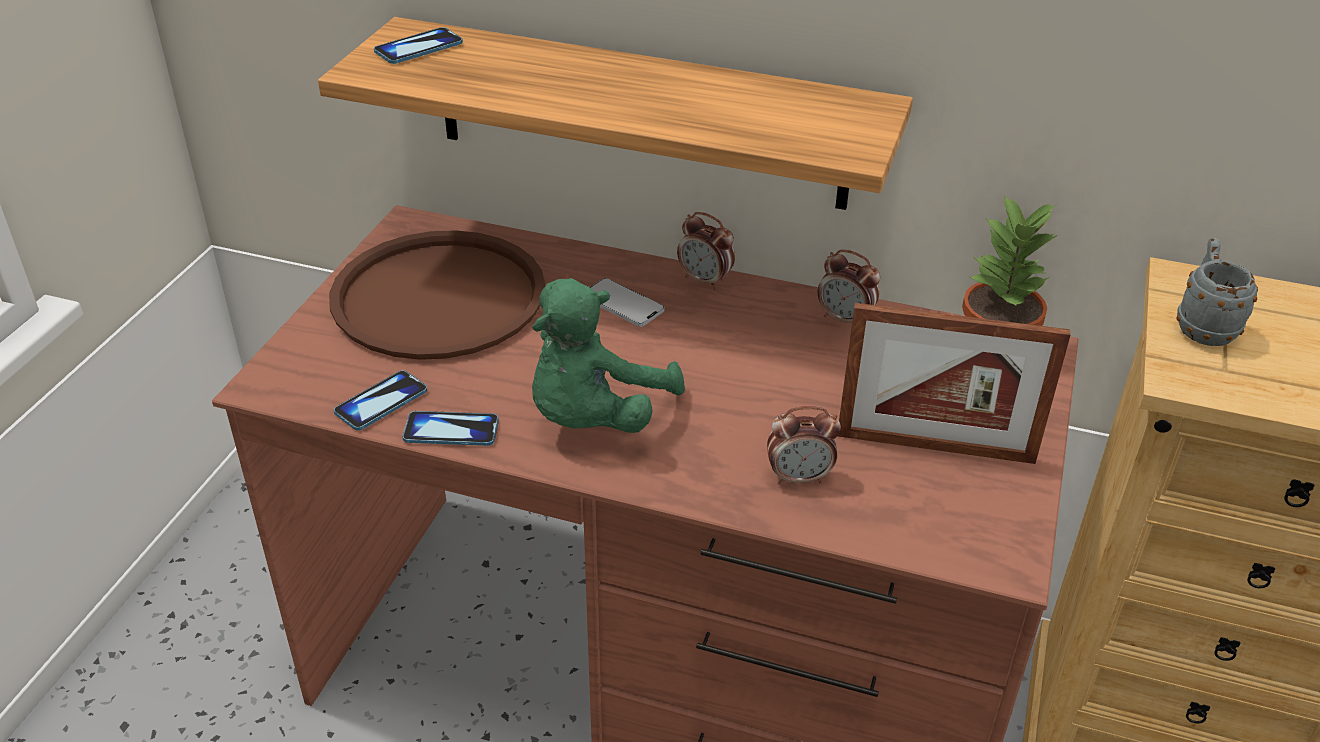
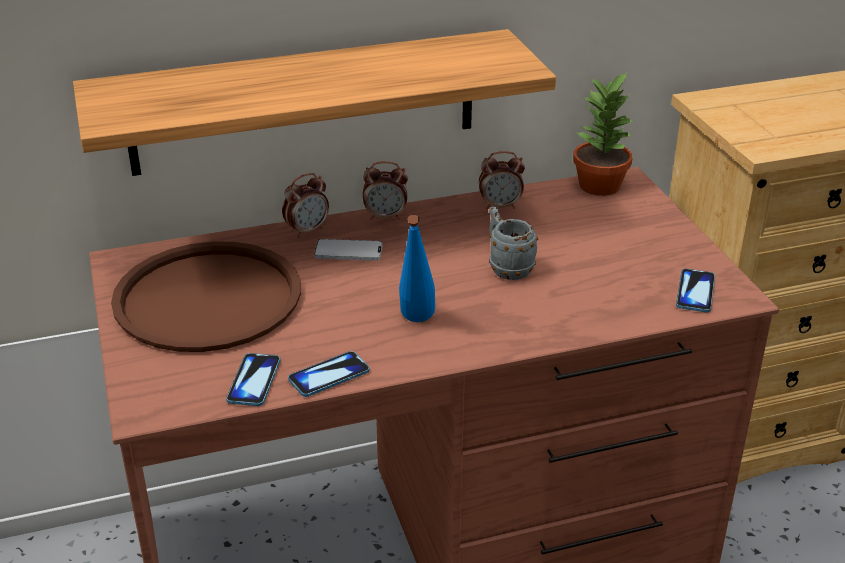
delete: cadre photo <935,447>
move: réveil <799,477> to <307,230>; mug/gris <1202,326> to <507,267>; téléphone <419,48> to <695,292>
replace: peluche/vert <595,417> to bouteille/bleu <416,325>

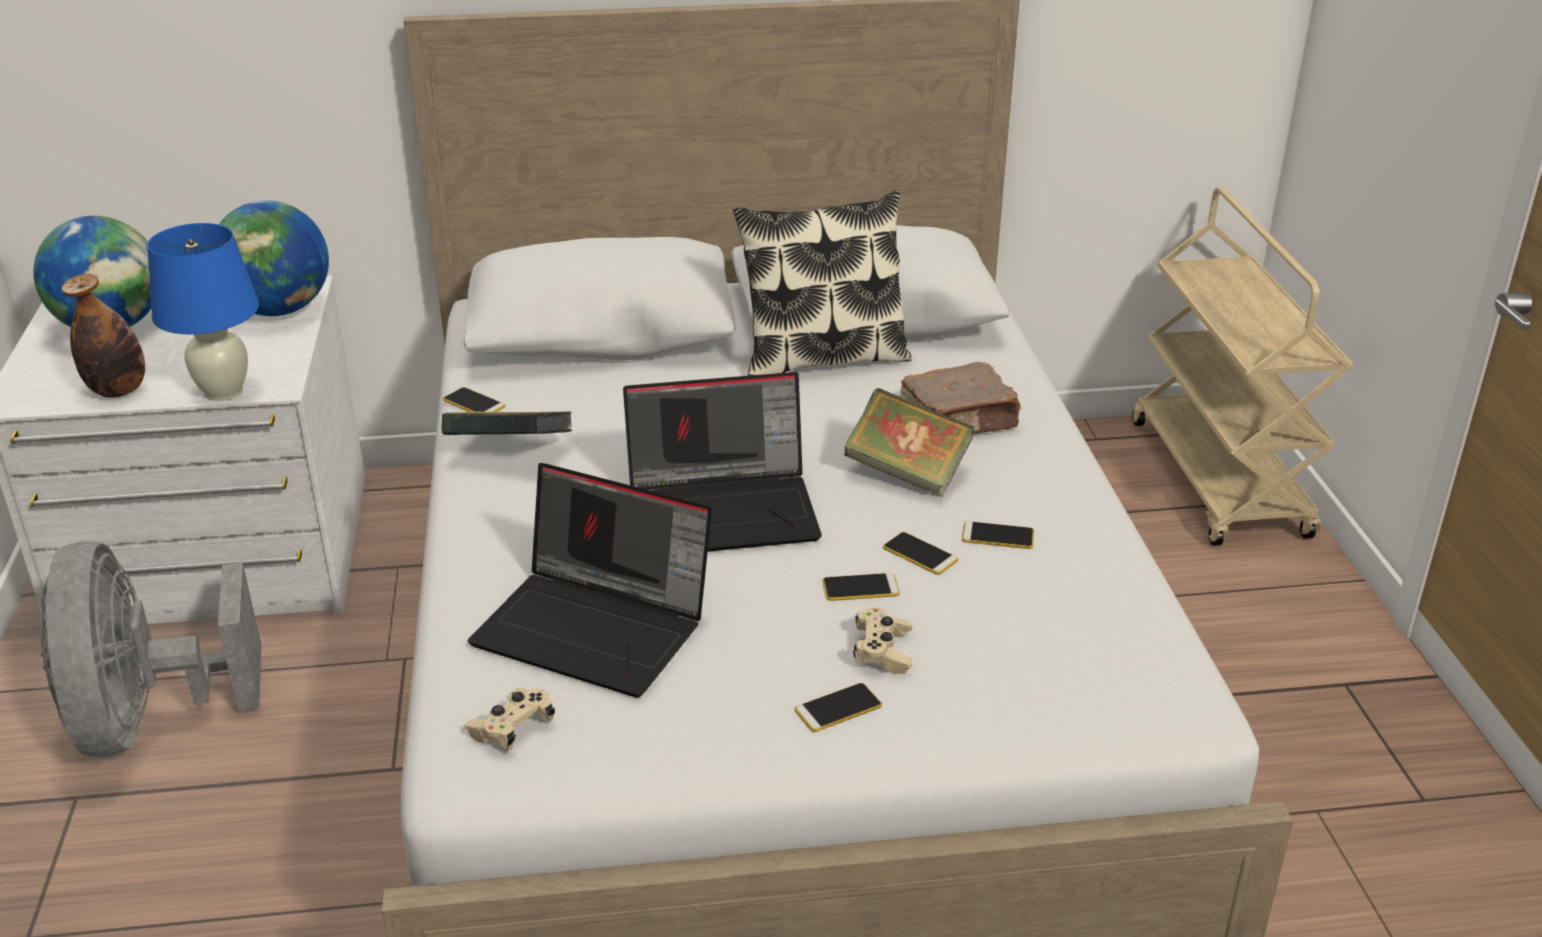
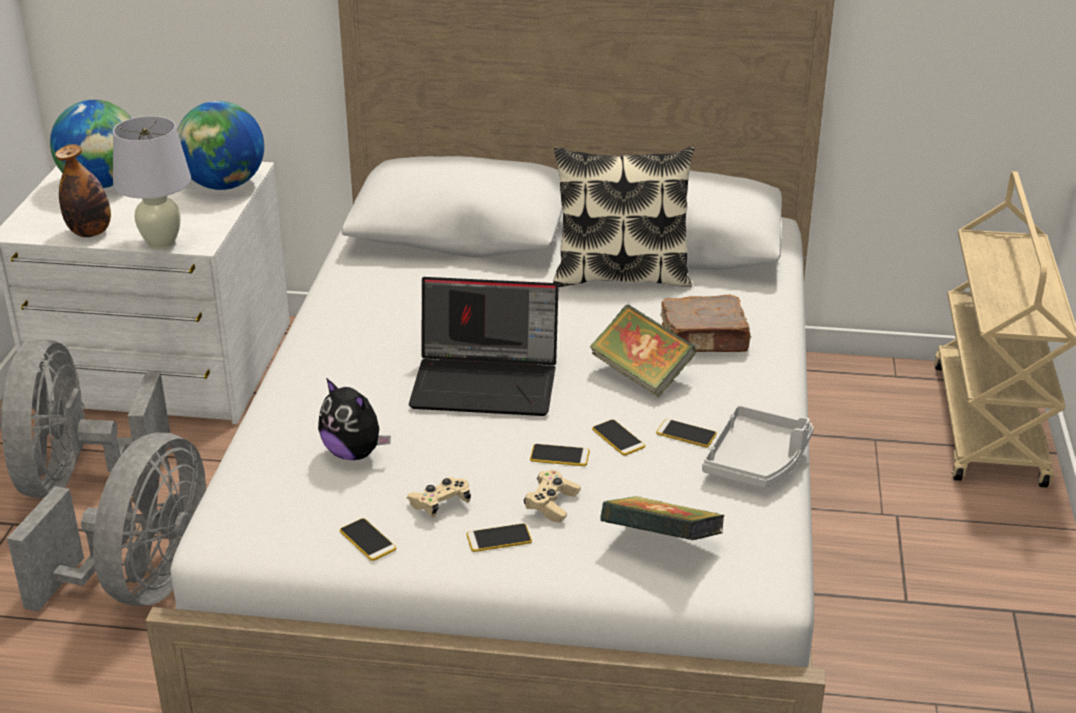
insert: ventilateur/gris <140,585>; plateau/gris <757,461>
move: téléphone <474,403> to <367,540>; manette/beige <513,729> to <440,504>; livre <510,453> to <661,544>
replace: ordinateur portable <597,627> to peluche <354,453>
recolor: lampe de table/bleu <223,391> to lampe de table/blanc <161,243>

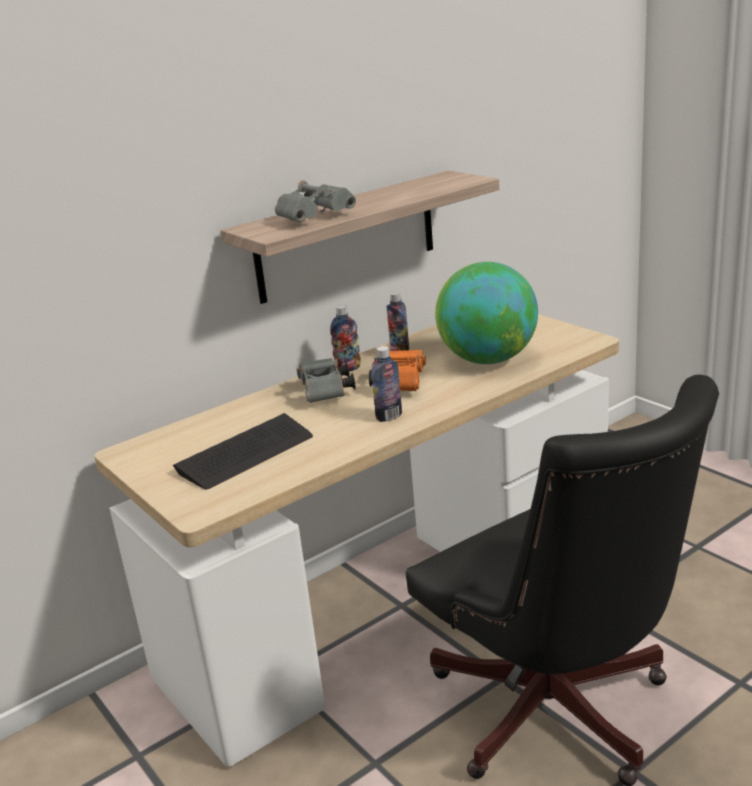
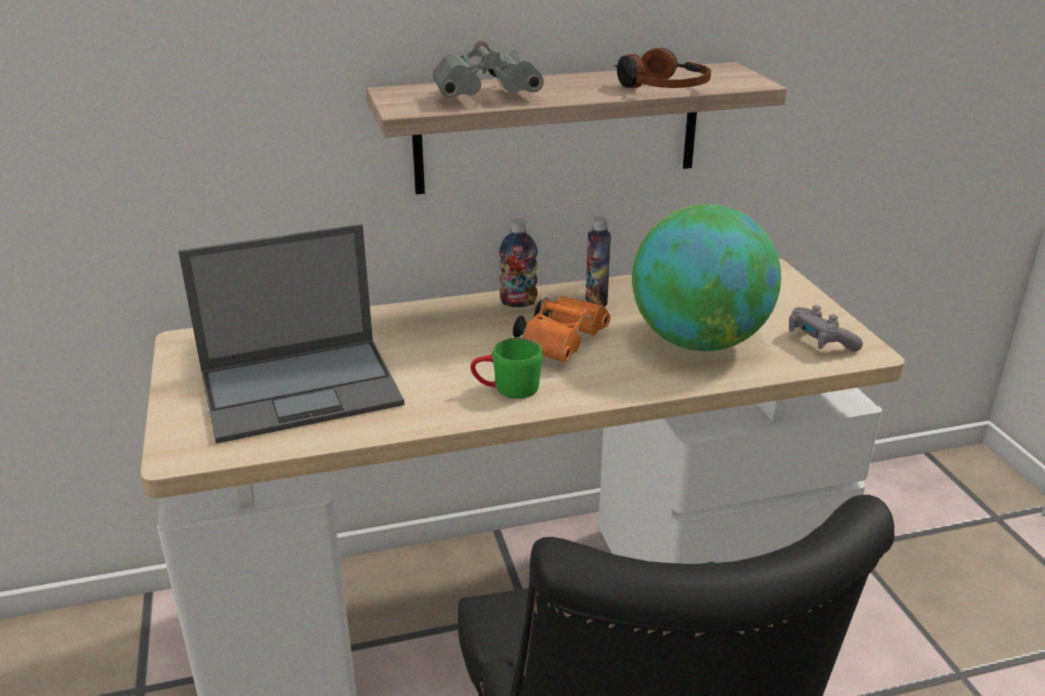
delete: jumelles/gris <326,393>
insert: casque audio <660,88>; manette/gris <819,341>
replace: clavier <246,454> to ordinateur portable <303,388>; bouteille <389,416> to mug/vert <506,389>

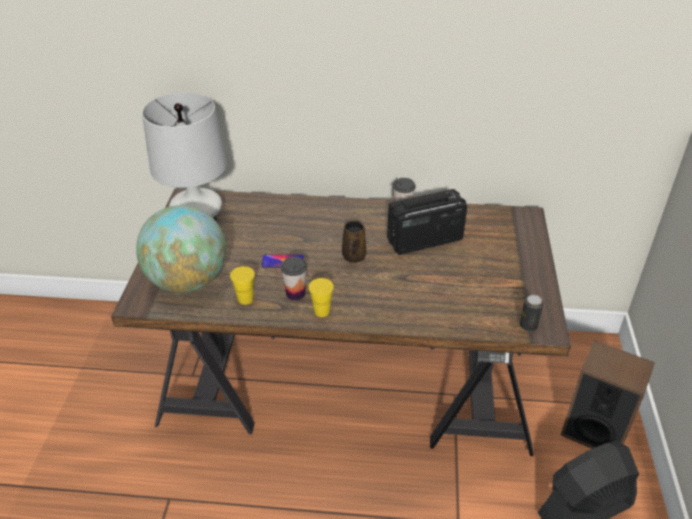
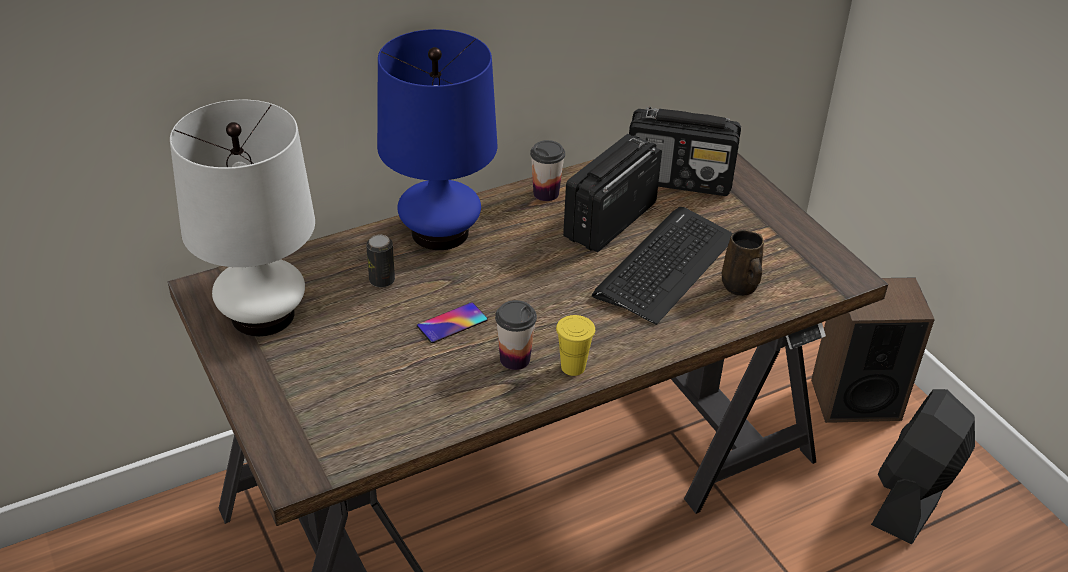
delete: globe <188,281>; tasse/jaune <245,299>
insert: lampe de table/bleu <440,232>; clavier <665,265>; radio <680,180>
move: boîte métallique <528,325> to <382,280>; mug/marron <353,257> to <740,287>

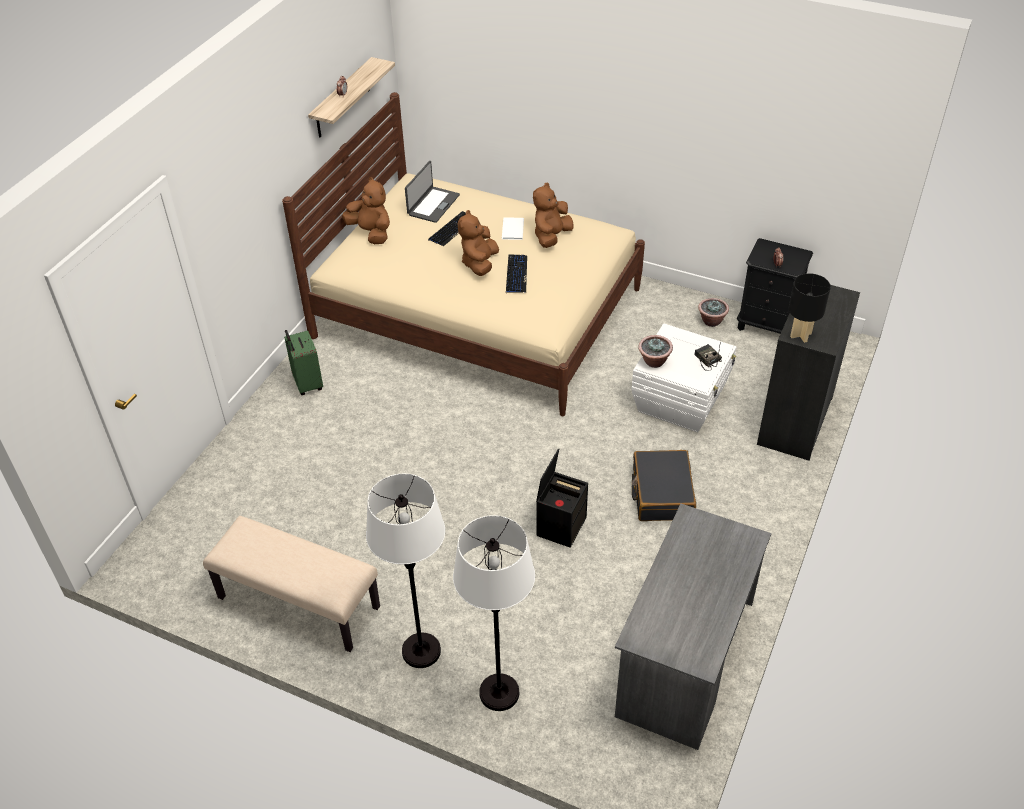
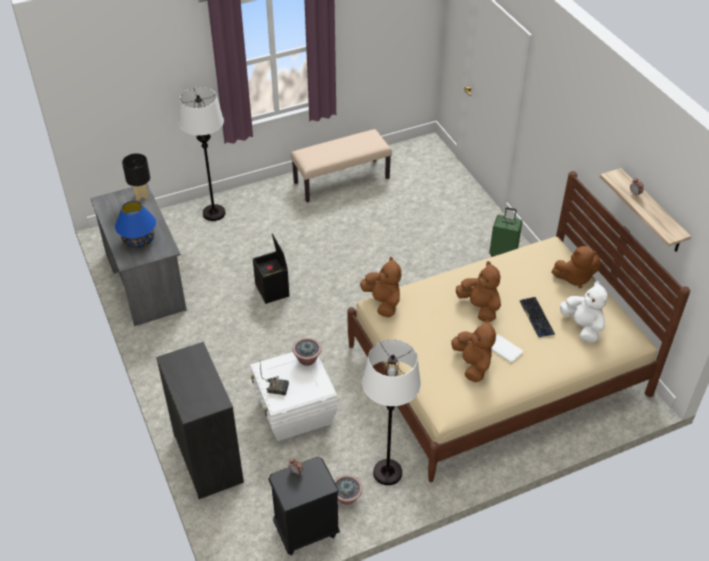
delete: clavier <516,274>; valise/noir <661,493>
insert: lampe de table/bleu <138,240>; peluche/marron <383,302>
move: lampe de table/noir <801,335> to <141,196>; lampadaire/blanc <421,651> to <387,472>
replace: ordinateur portable <433,205> to peluche/blanc <582,326>

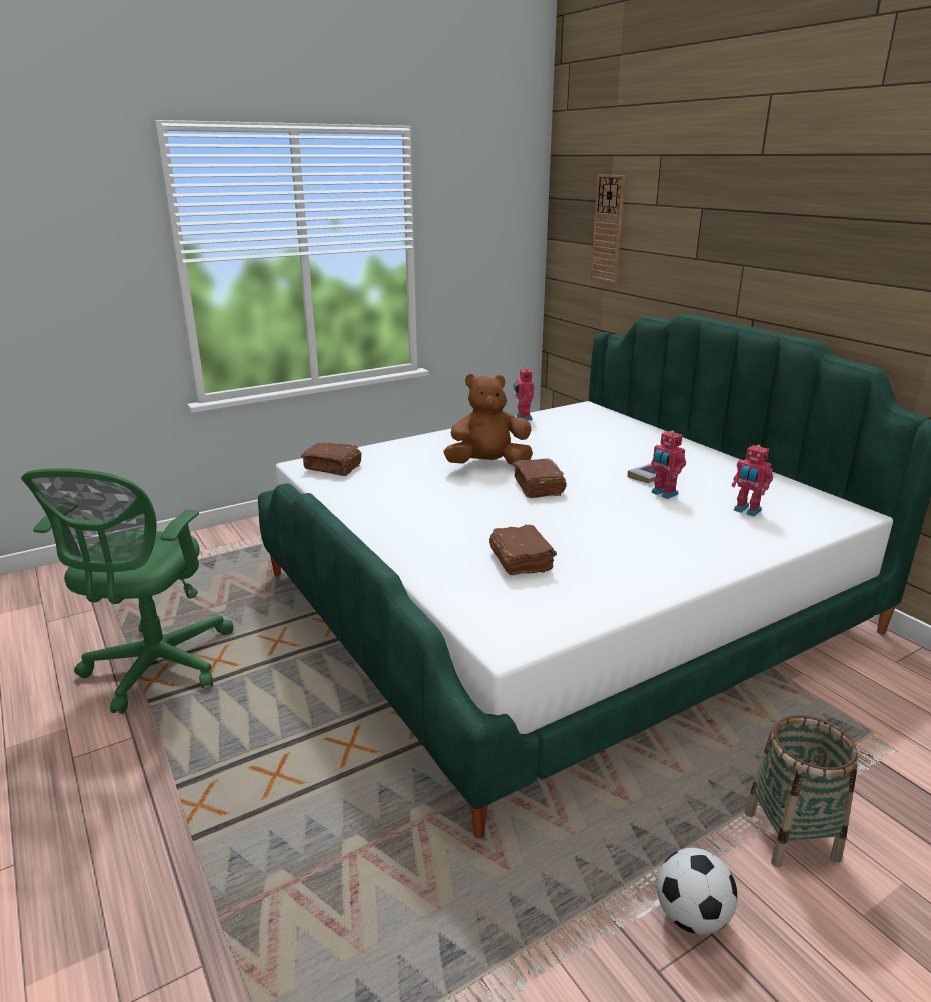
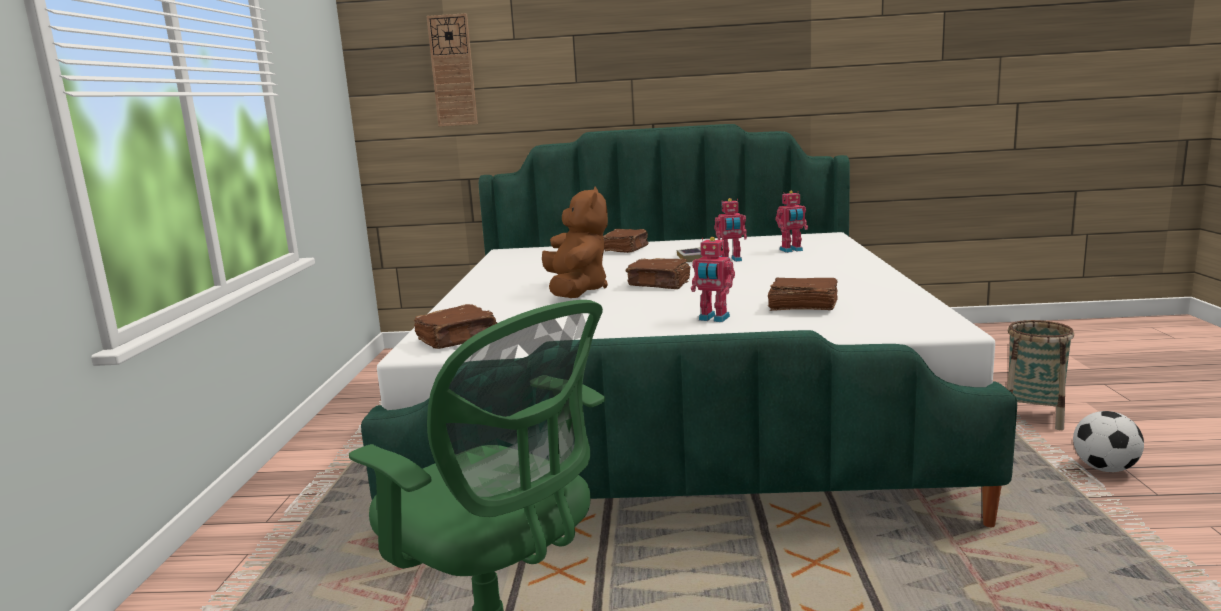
insert: livre/marron <626,250>
move: robot jouet <523,418> to <713,319>
rotate: peluche/marron <488,465> = <576,290> 150 degrees clockwise

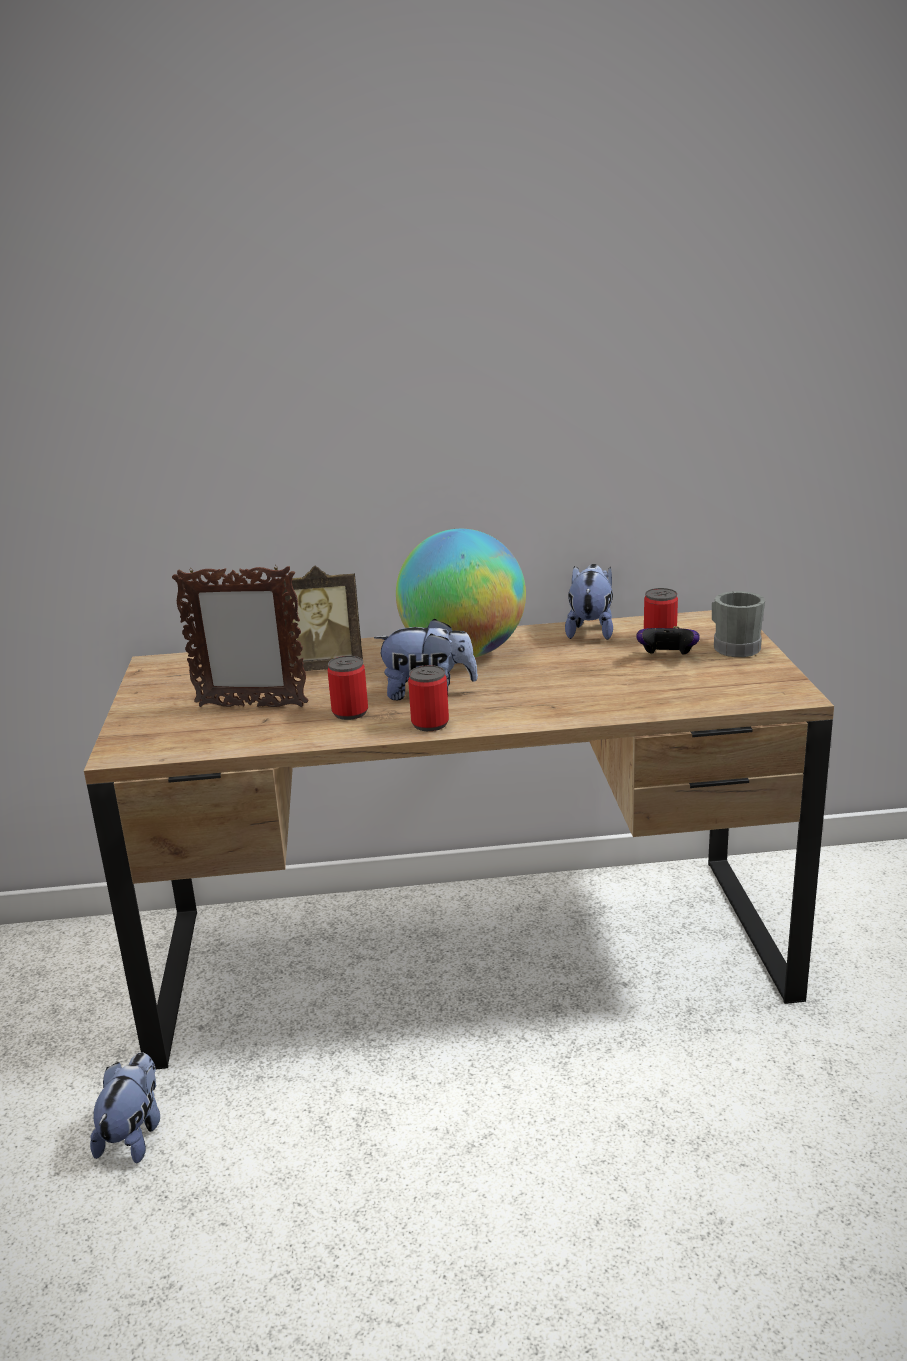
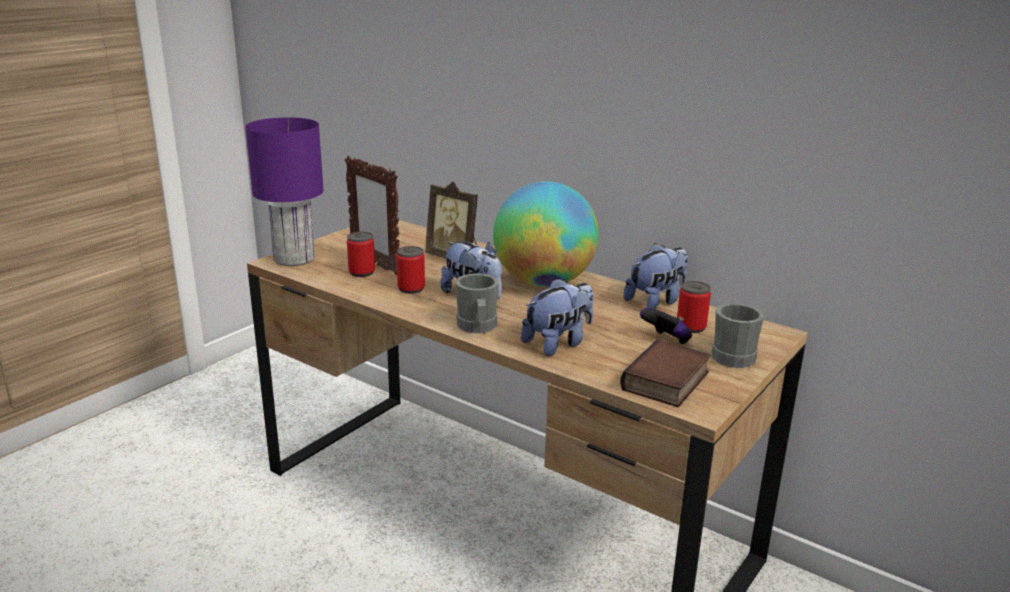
insert: lampe de table/violet <295,258>; mug/gris <477,327>; livre <667,382>
move: boîte métallique <430,724> to <362,272>; peluche <134,1134> to <558,343>

